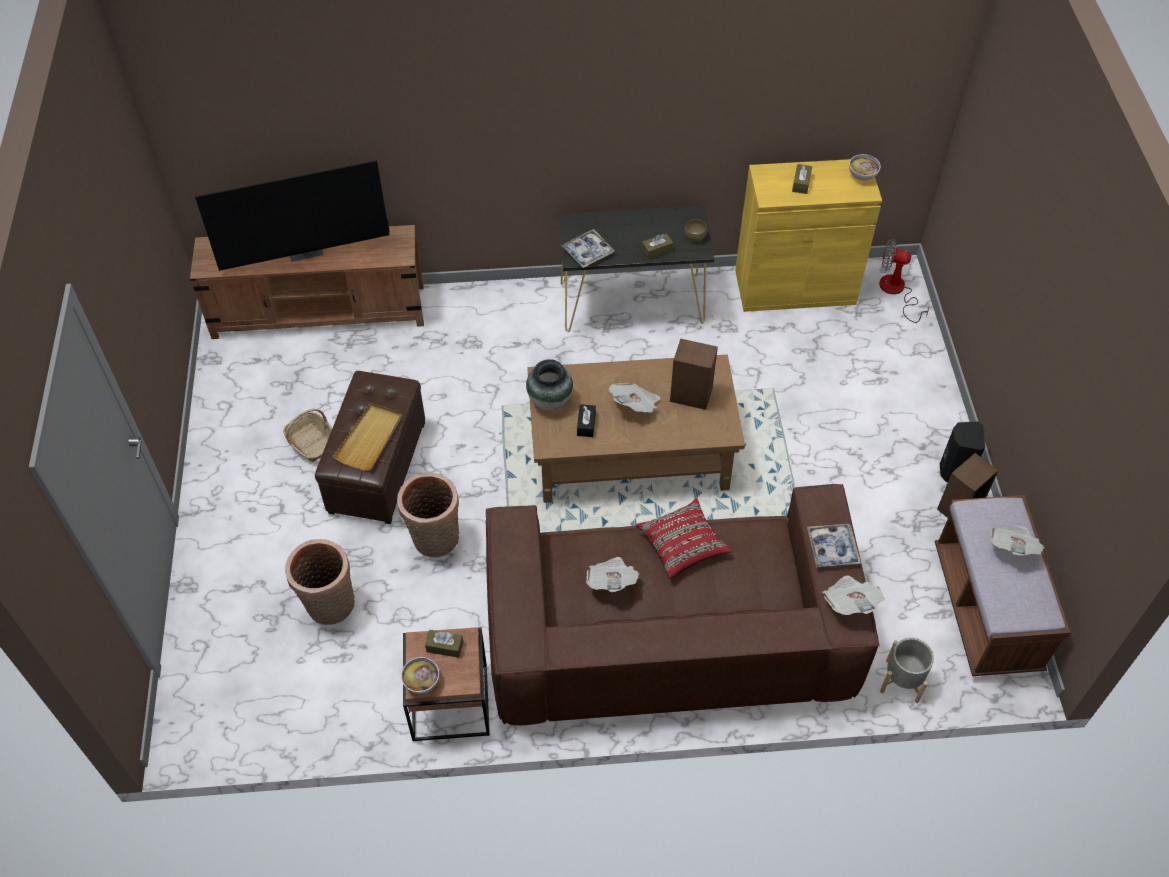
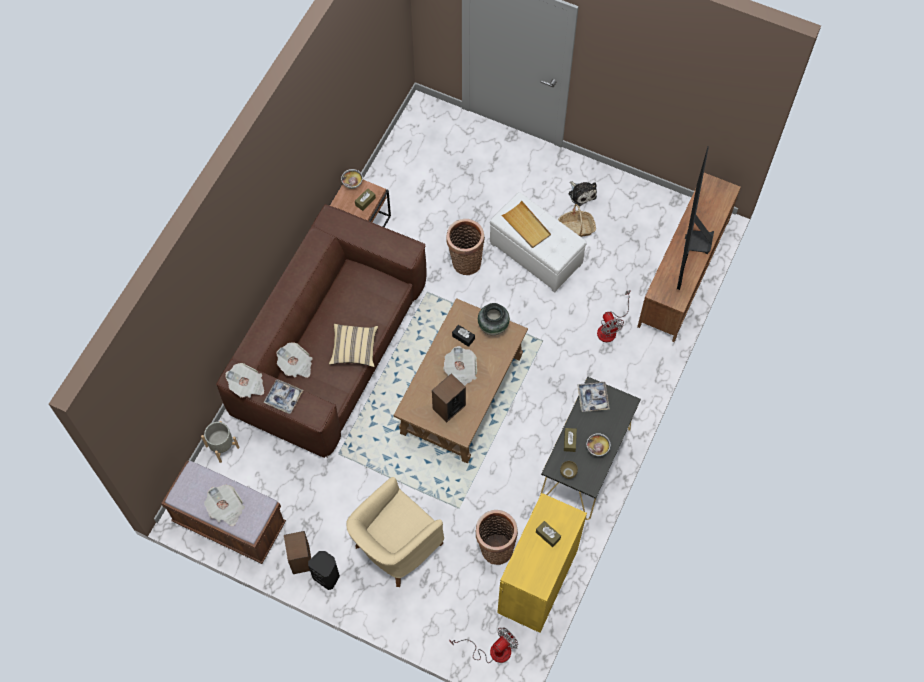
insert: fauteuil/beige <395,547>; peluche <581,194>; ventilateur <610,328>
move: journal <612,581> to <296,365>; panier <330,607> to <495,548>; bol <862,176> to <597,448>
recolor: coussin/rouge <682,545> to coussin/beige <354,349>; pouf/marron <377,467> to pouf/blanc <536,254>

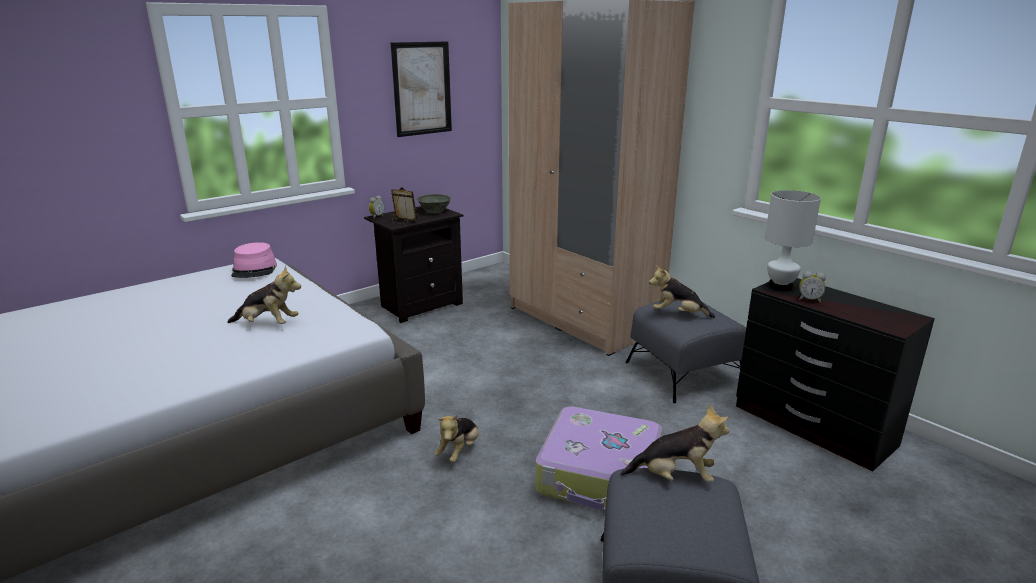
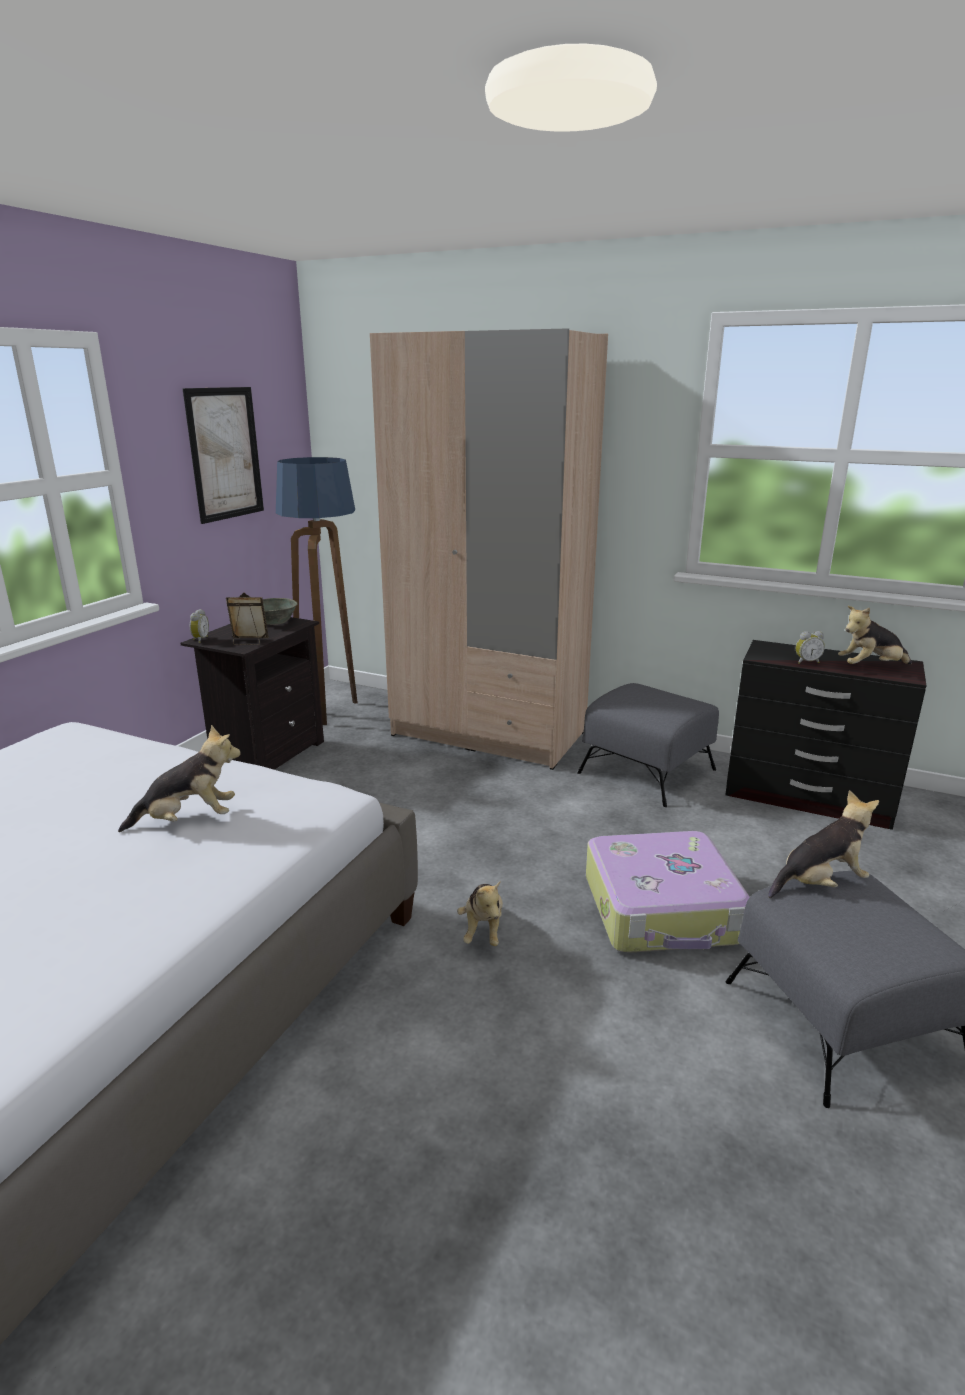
delete: chapeau/rose <254,269>; lampe de table/blanc <780,286>
insert: lampadaire <331,710>
move: peluche <678,314> to <870,667>

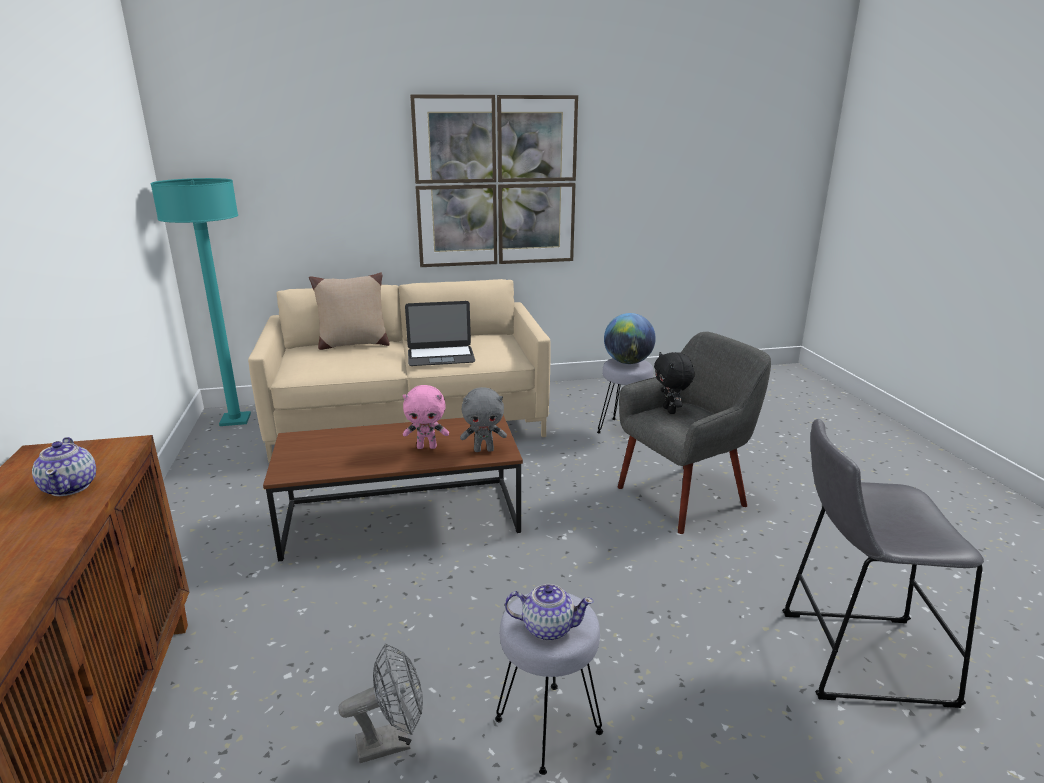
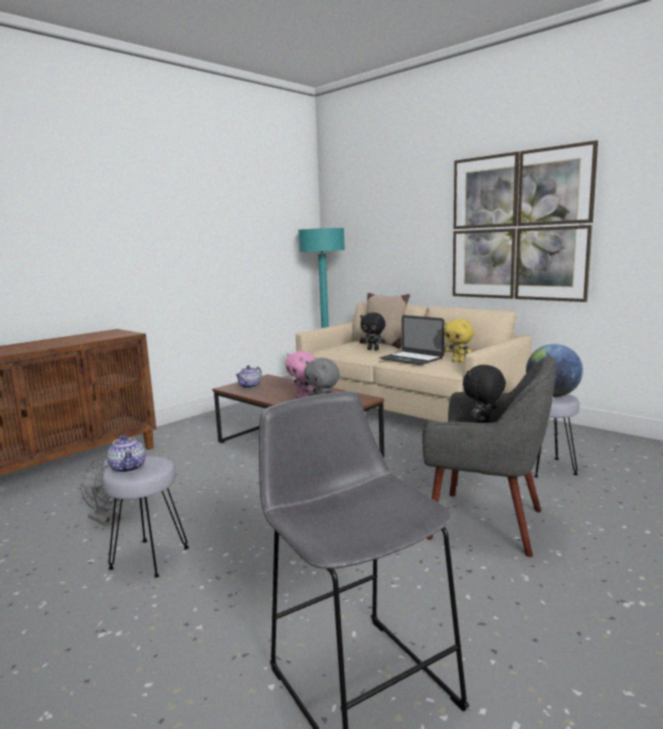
insert: peluche/noir <373,349>; peluche/jaune <458,361>
move: théière <71,487> to <250,386>

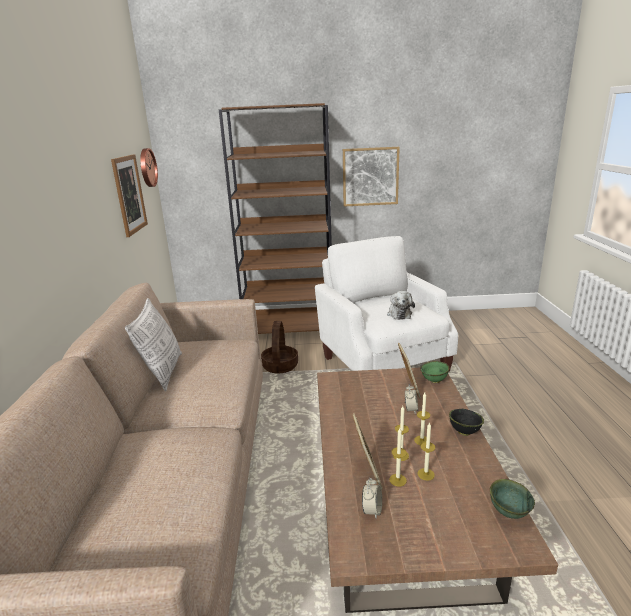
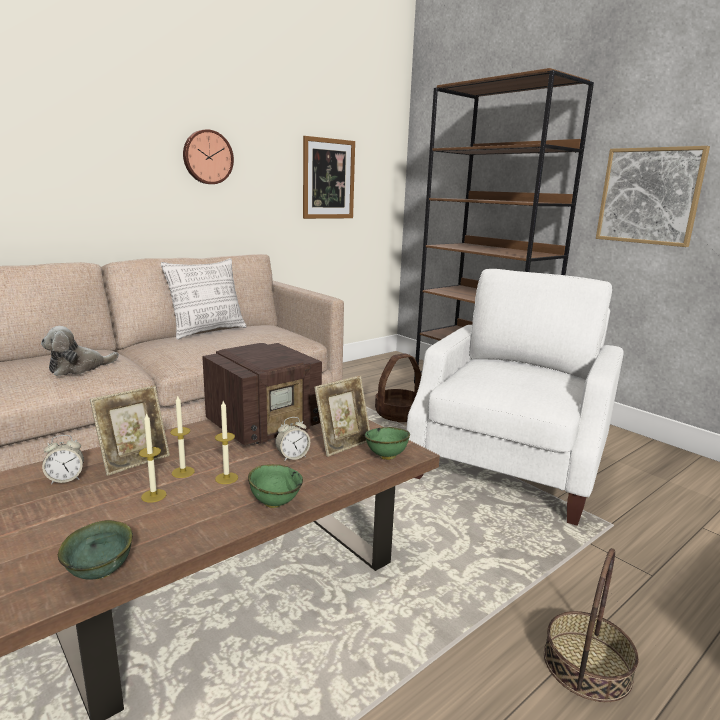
delete: bougie <397,480>
insert: radio <265,426>; panier <587,665>
move: peluche <399,313> to <78,368>; horloge murale <147,167> to <207,157>
recolor: bol/noir <463,432> to bol/vert <275,503>

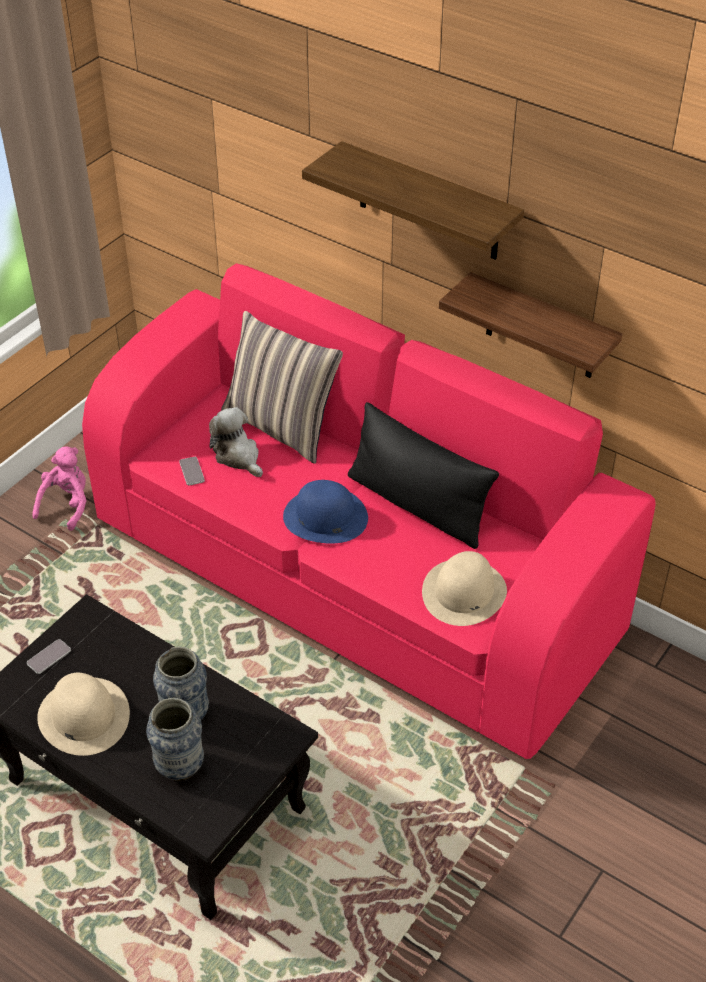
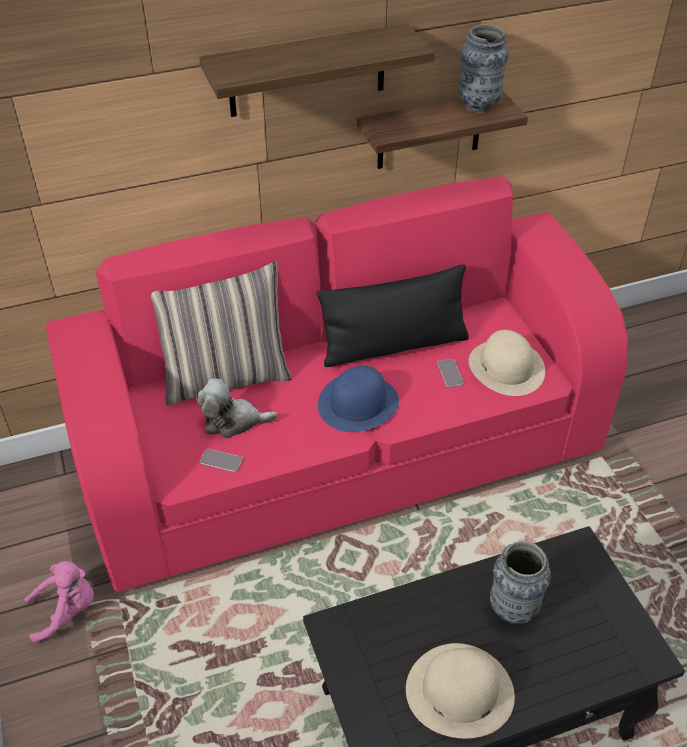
move: téléphone <49,657> to <450,373>; vase <180,767> to <478,106>
rotate: peluche/rose <67,505> = <67,611> 105 degrees clockwise

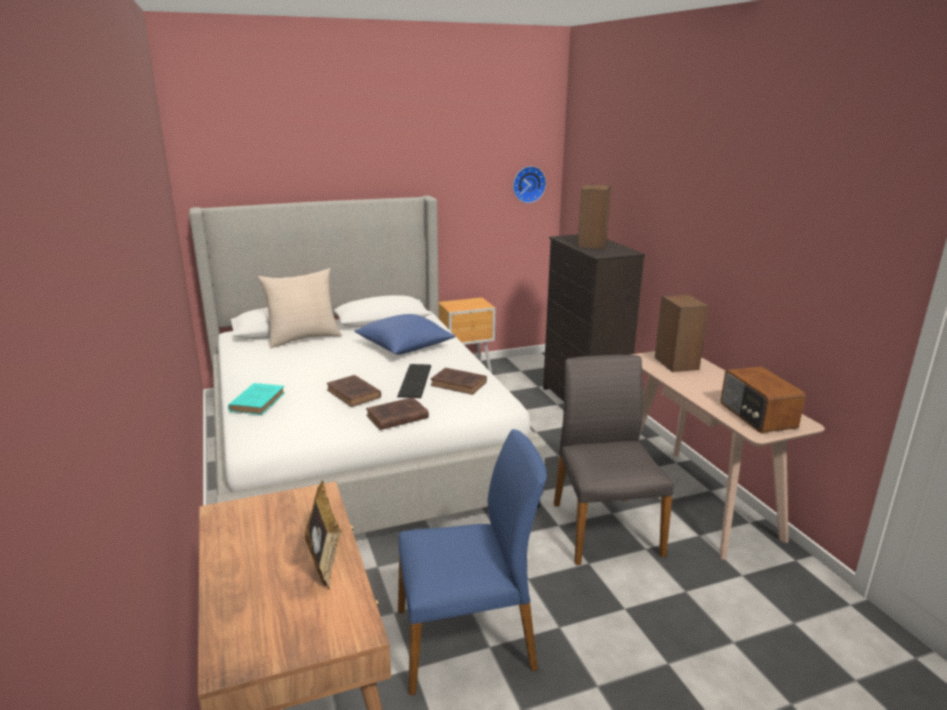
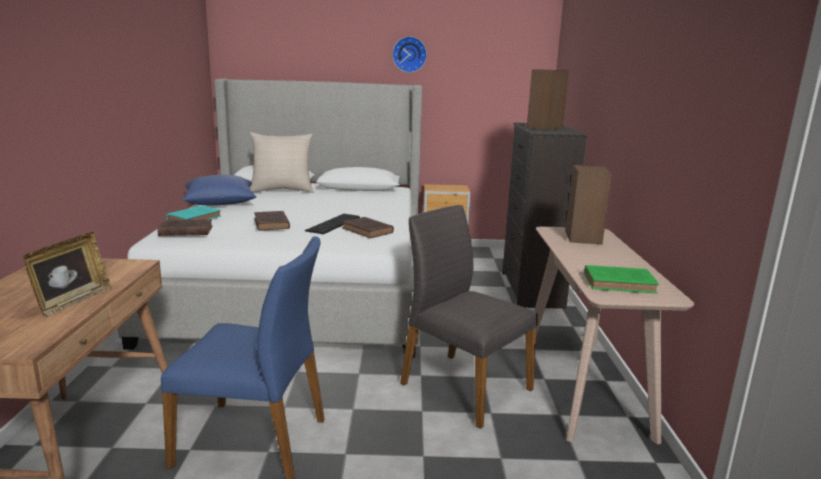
move: livre/marron <395,417> to <184,231>; coussin/bleu <405,346> to <220,203>; horloge murale <528,184> to <409,54>
replace: radio <756,416> to livre/vert <621,283>
rotate: chaise/gris <604,527> = <463,386> 60 degrees counterclockwise

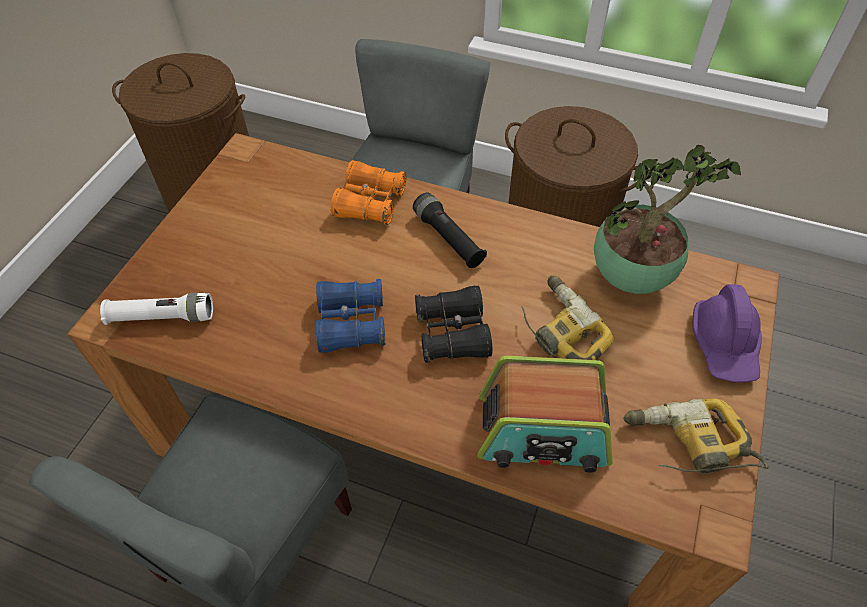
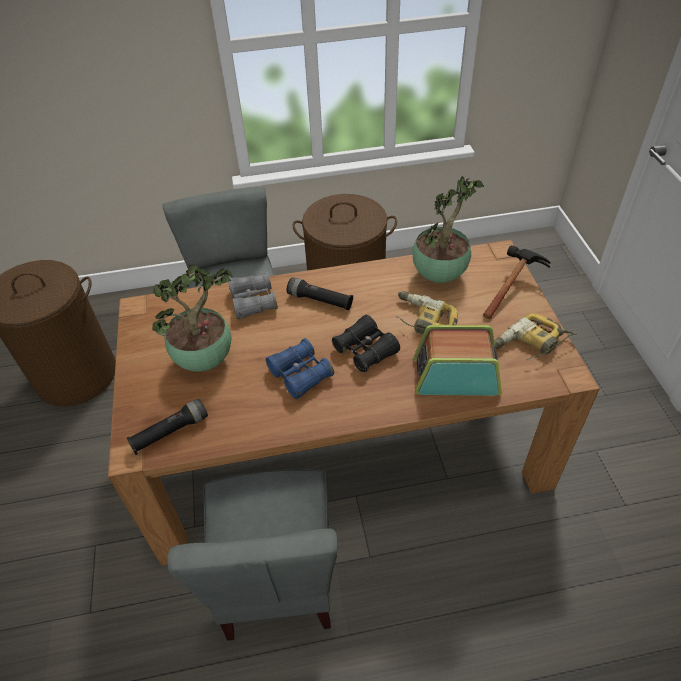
insert: plante en pot <206,359>
replace: casque de chantier/violet <724,344> to marteau <511,287>
recolor: lampe de poche/blanc <162,317> to lampe de poche/noir <170,432>; jumelles/orange <370,203> to jumelles/gris <253,301>
rotate: radio <543,432> = <455,376> 150 degrees counterclockwise

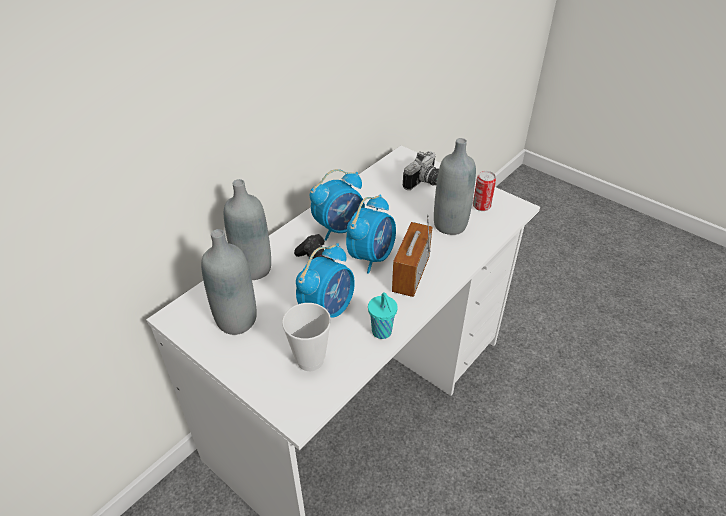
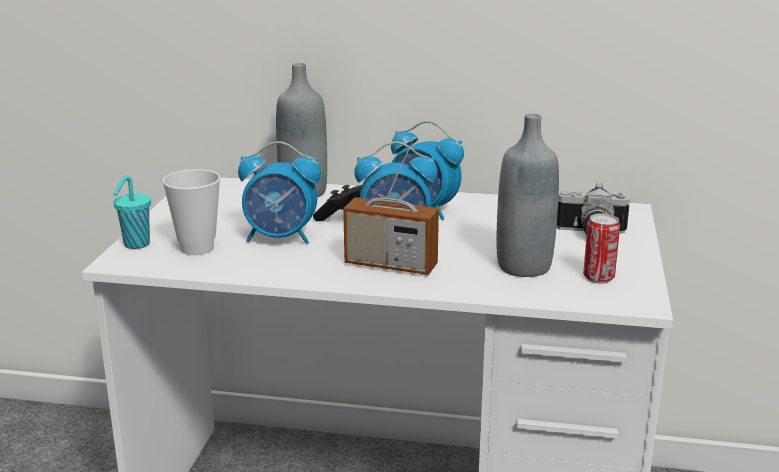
delete: bouteille/gris <236,320>
move: tasse/turquoise <382,332> to <135,245>
rotate: radio <410,275> = <391,265> 150 degrees counterclockwise

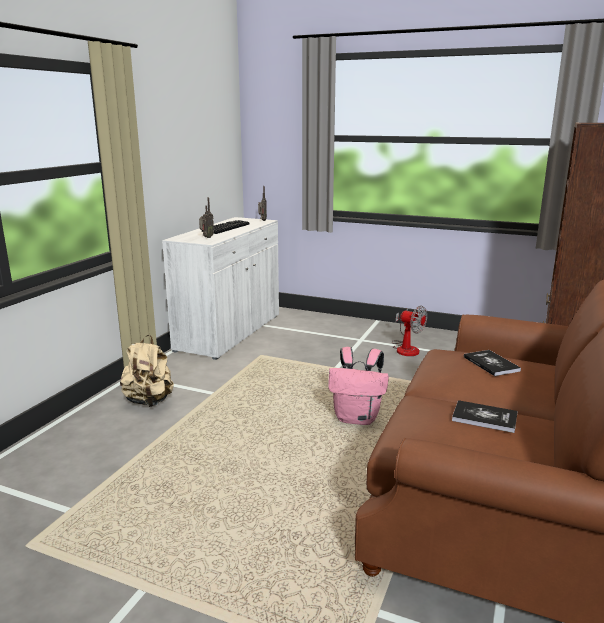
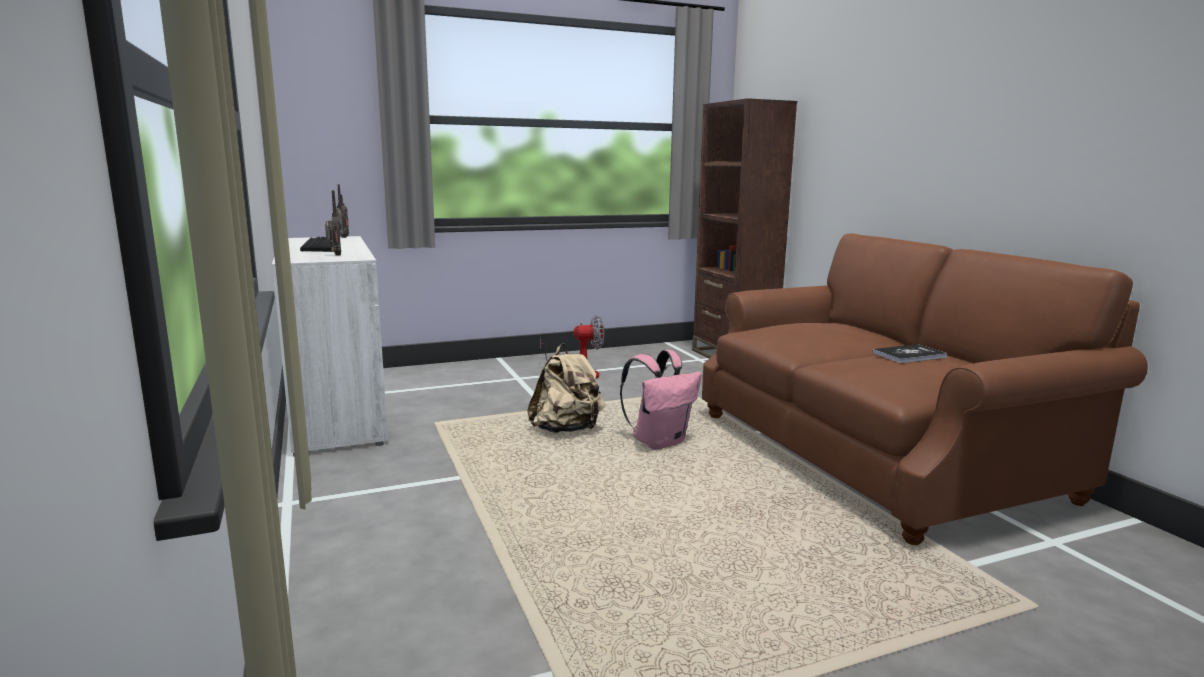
delete: livre <491,364>
move: sac à dos/beige <149,401> to <567,430>

